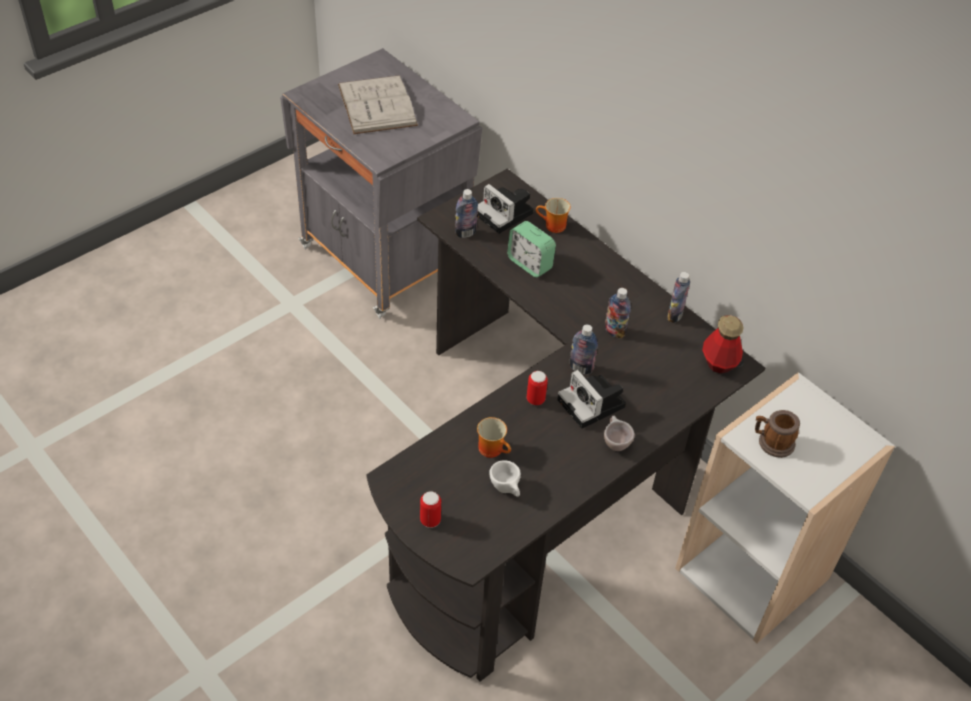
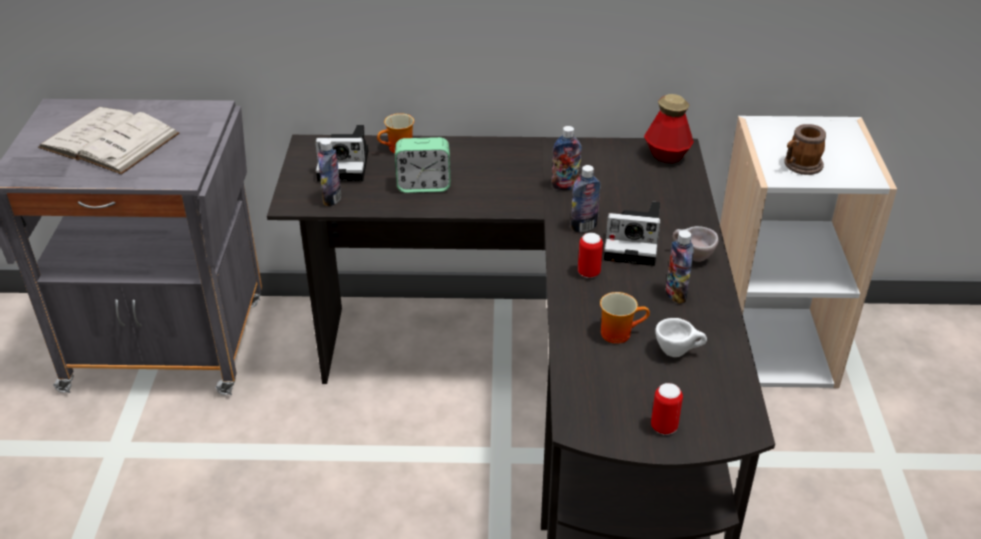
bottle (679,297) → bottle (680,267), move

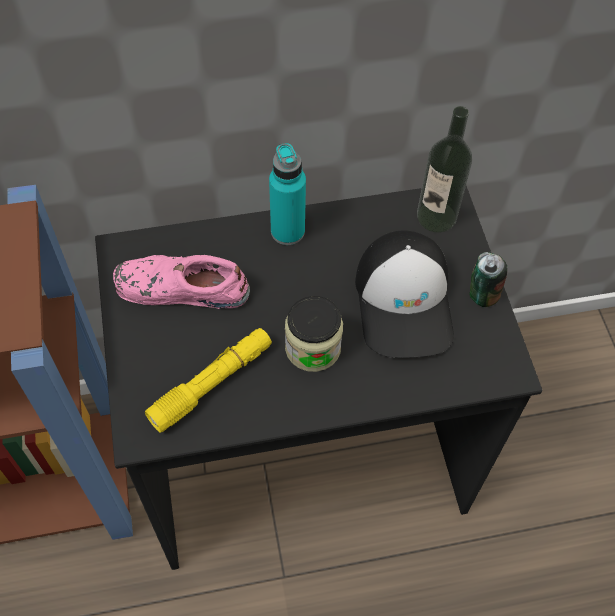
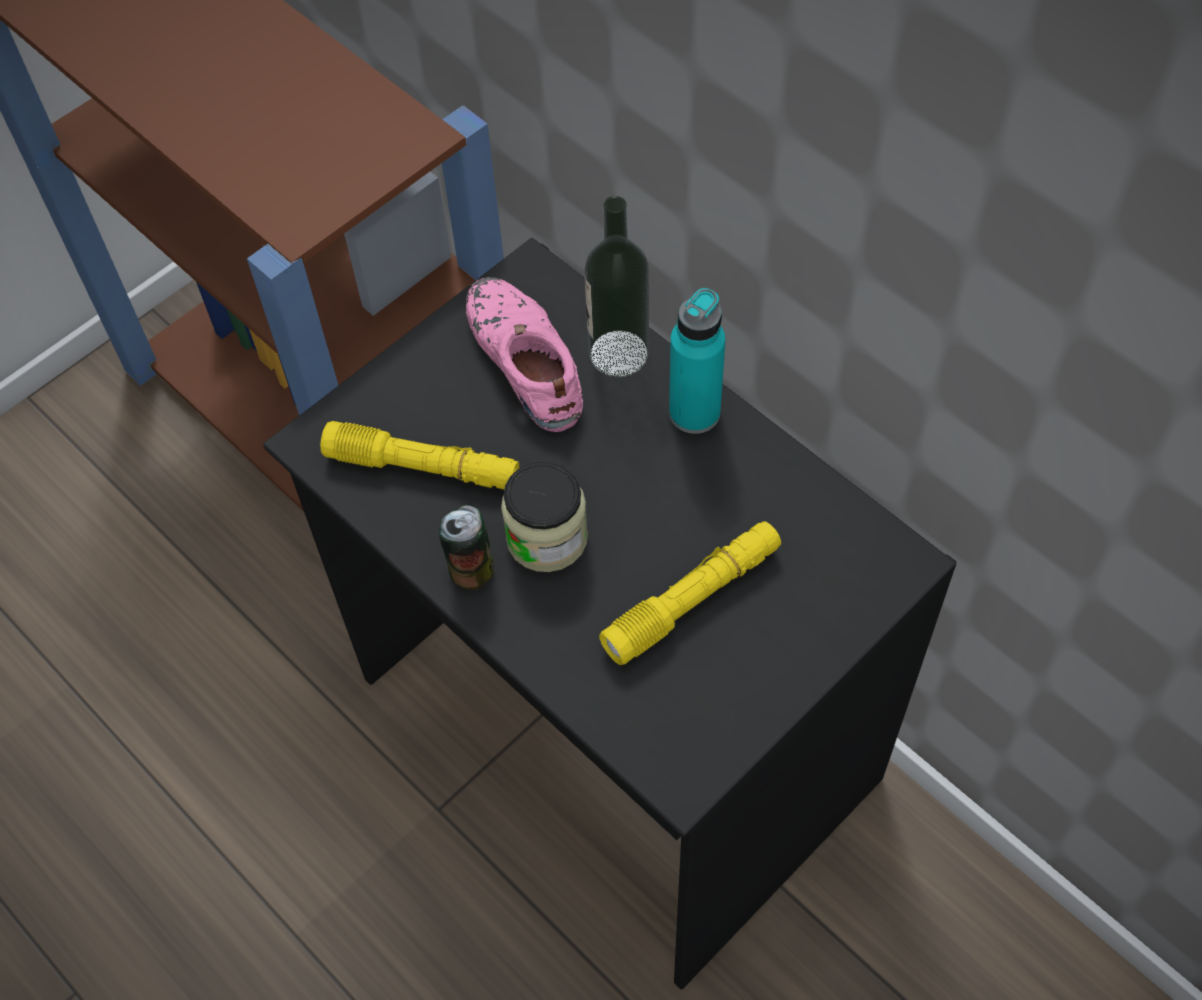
bottle (444,169) → bottle (616,286), move
sealed_can (488,279) → sealed_can (466,547), move
baseball_cap (404,294) → yellowish_flashlight (690,593)

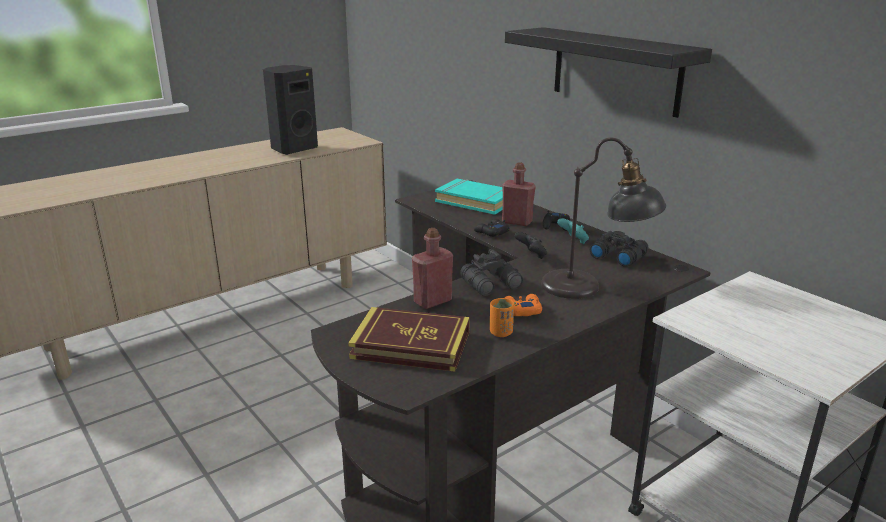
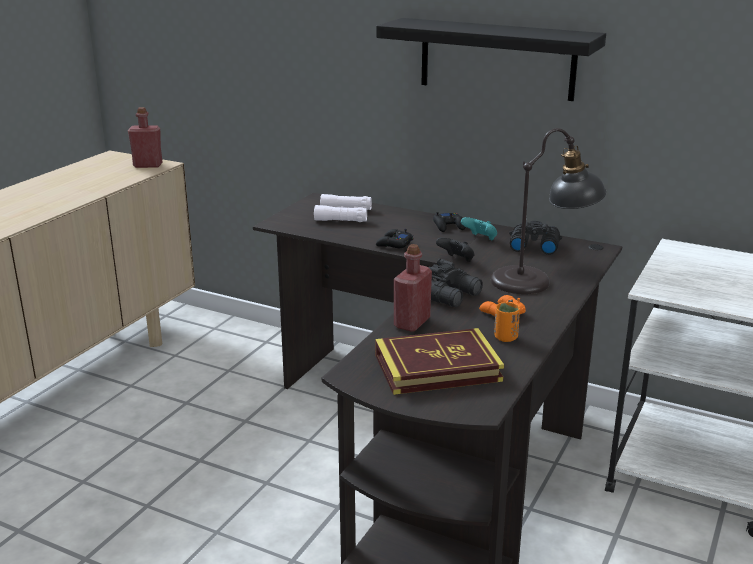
black_speaker (290,110) → -
red-coloured_bottle (519,194) → red-coloured_bottle (145,137), move
turquoise-coloured_book (469,197) → white-coloured_pair_of_binoculars (343,208)

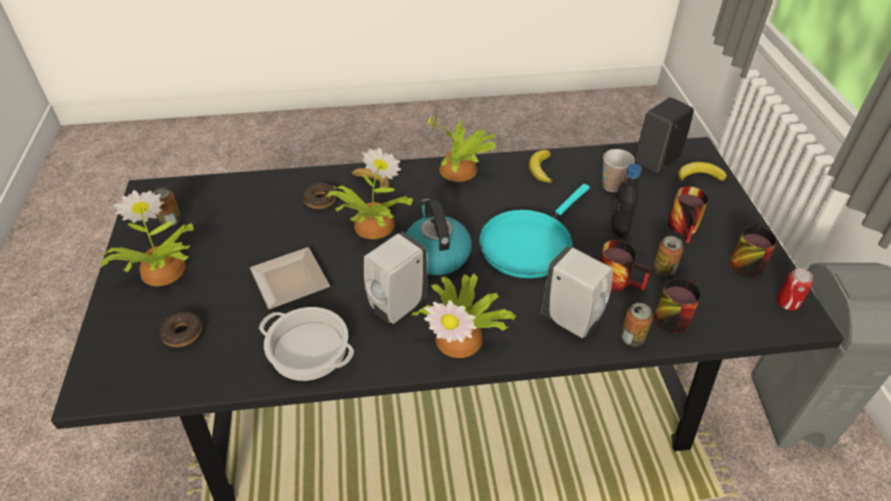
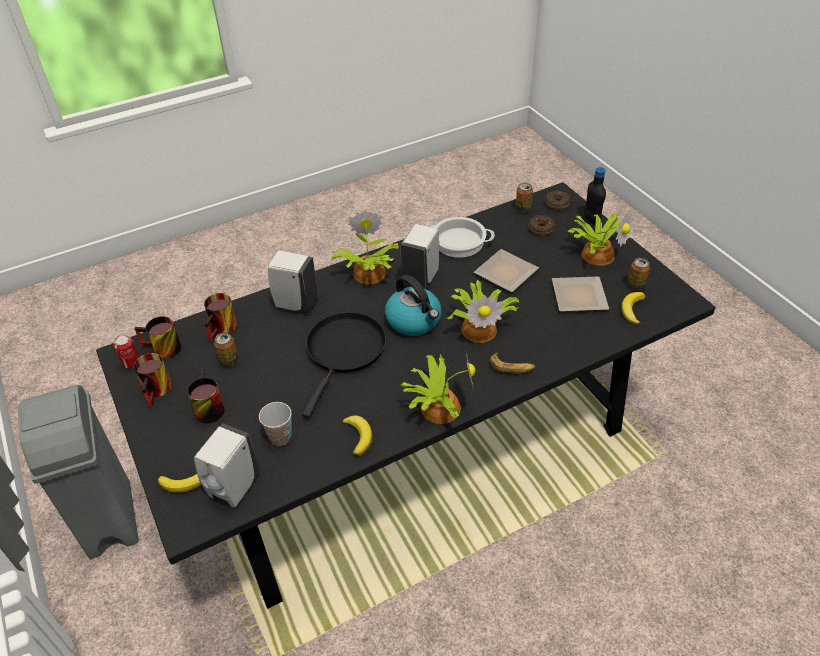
- → flat_dish (580,294)
- → whole_banana (633,308)
donut (320,196) → donut (558,200), move
coffee_mug (625,266) → coffee_mug (157,337), move
black_bottle (626,200) → black_bottle (595,195), move
sealed_can (636,325) → sealed_can (524,198), move
turquoise-coloured_pan (534,231) → black_pan (344,365)
black_liquid_soap_bottle (664,135) → white-coloured_liquid_soap_bottle (227,465)

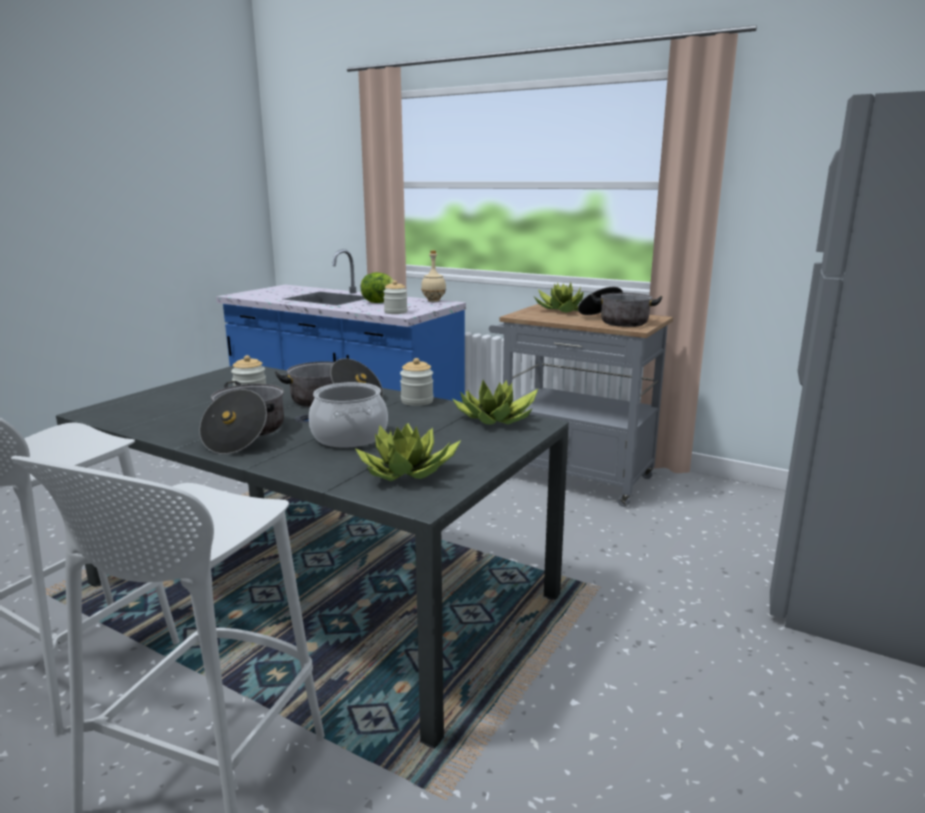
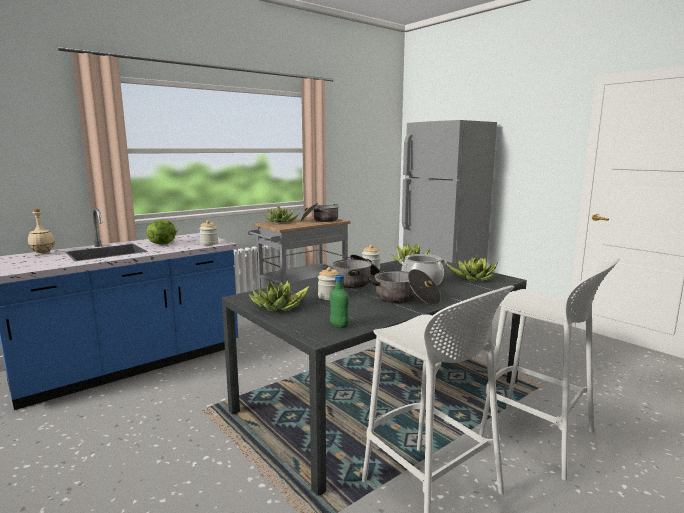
- → potted_plant (279,296)
- → green-coloured_bottle (339,301)
beige_bottle (433,276) → beige_bottle (41,231), move

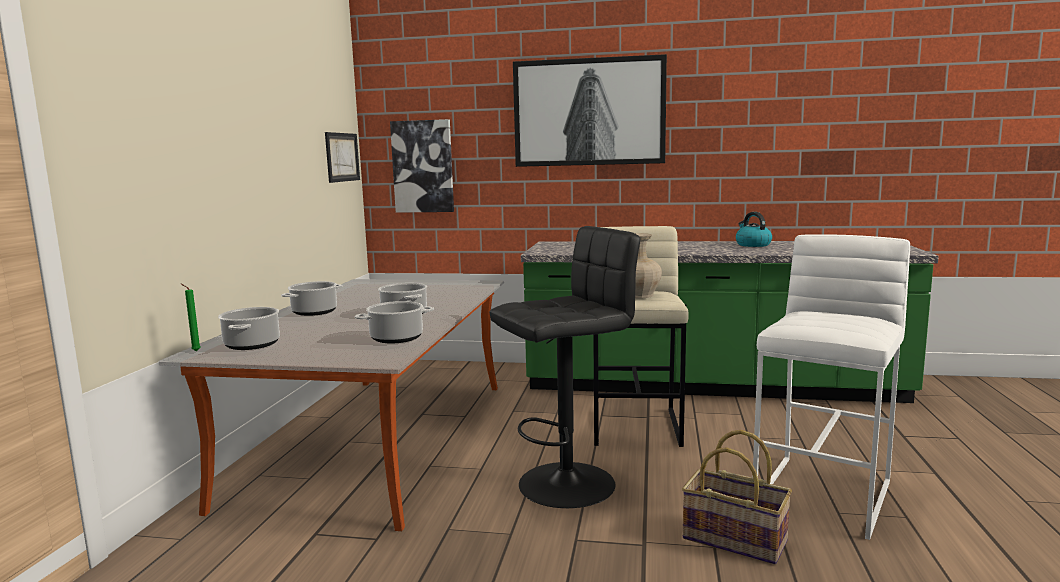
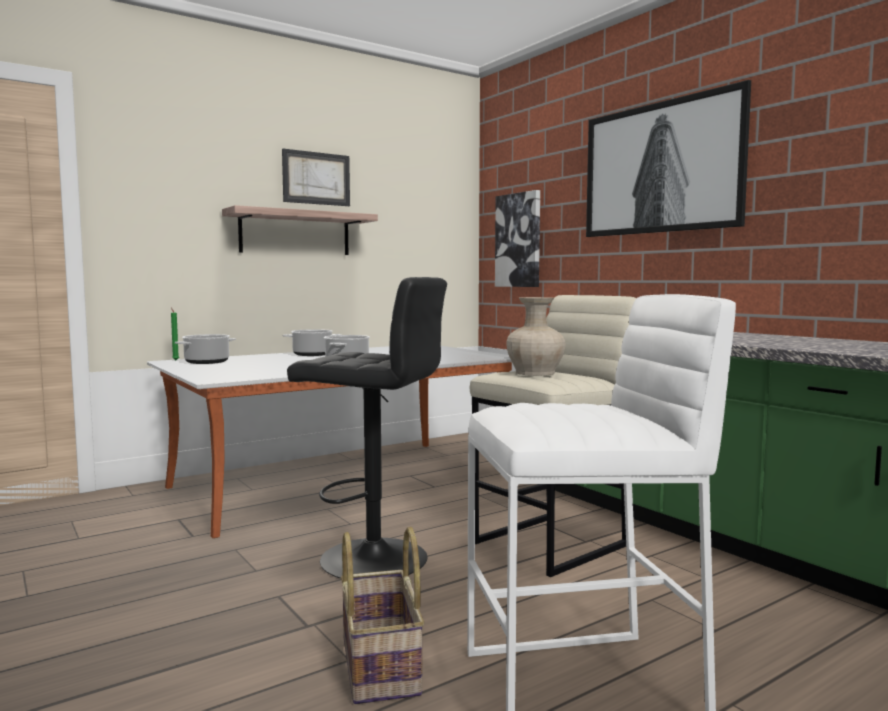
stockpot (394,322) → -
kettle (754,229) → -
- → wall_shelf (300,230)
picture (342,157) → picture (316,177), move

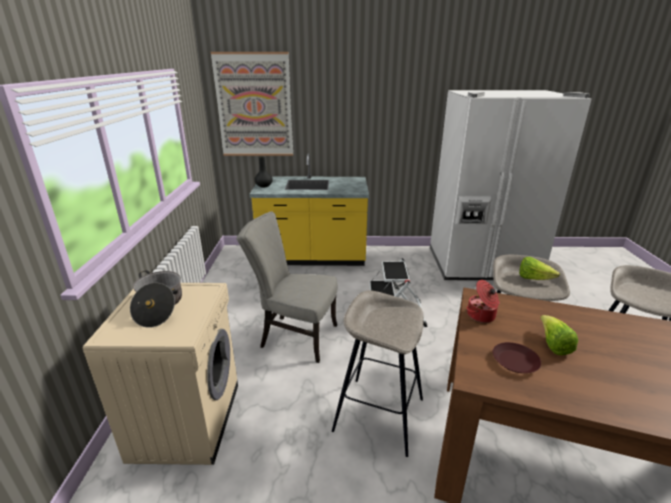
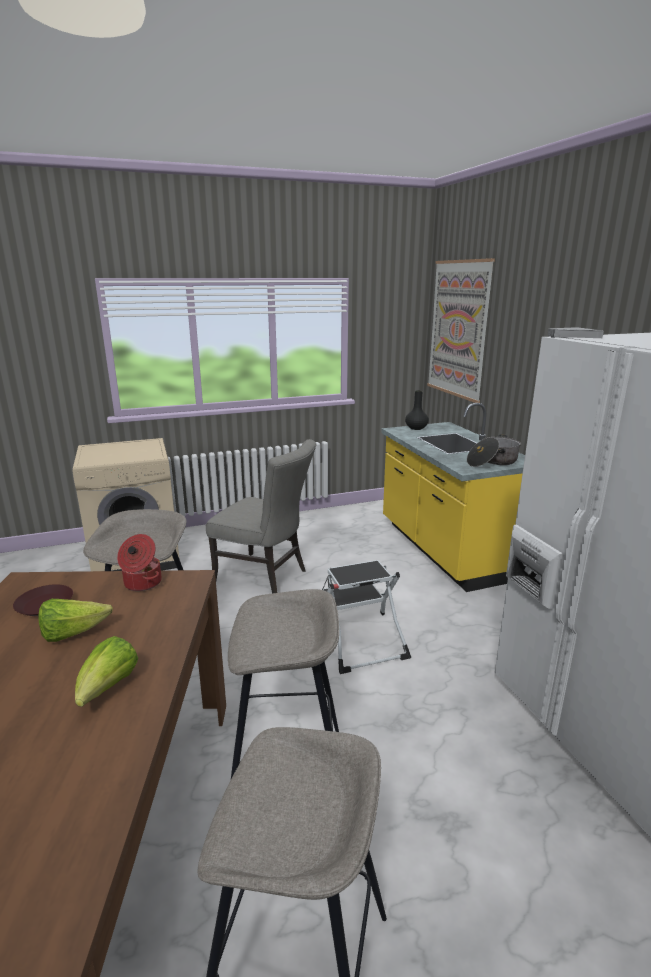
stockpot (156,299) → stockpot (494,450), move
lettuce (539,268) → lettuce (106,671), move
grey_upright_chair (287,287) → grey_upright_chair (261,516), 120 degrees clockwise

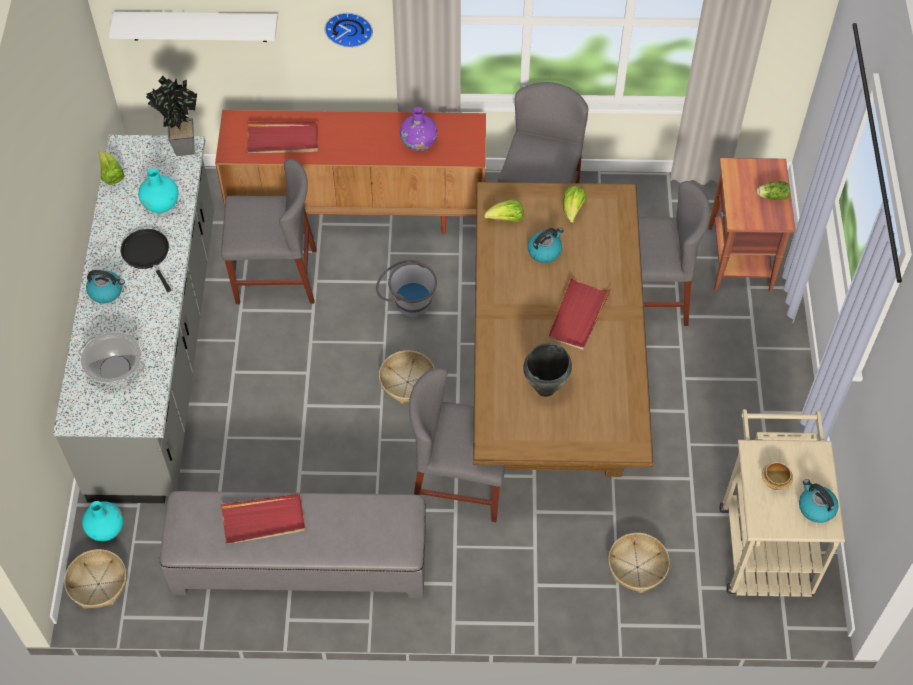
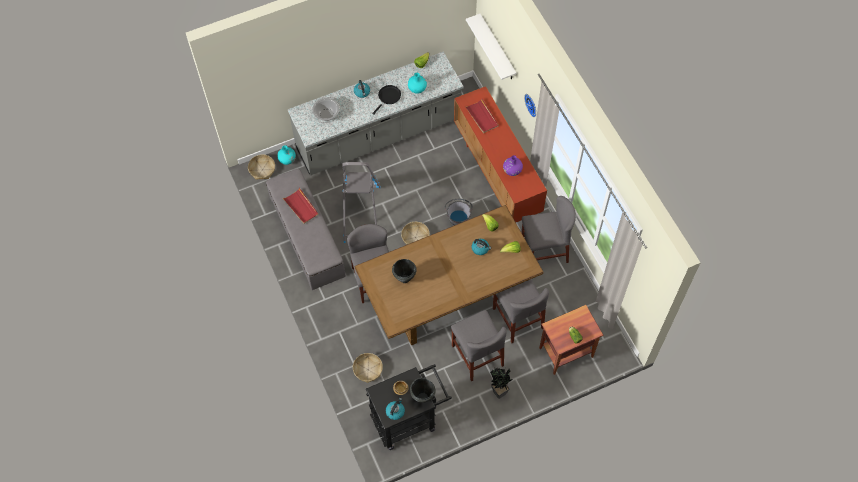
red-coloured_carrying_tray (580,313) → -
- → grey_stepladder (361,202)
- → black_stockpot (423,390)
potted_plant (171,116) → potted_plant (501,383), move
grey_upright_chair (269,231) → grey_upright_chair (479,346), move
beige_cart (782,503) → black_cart (409,407)

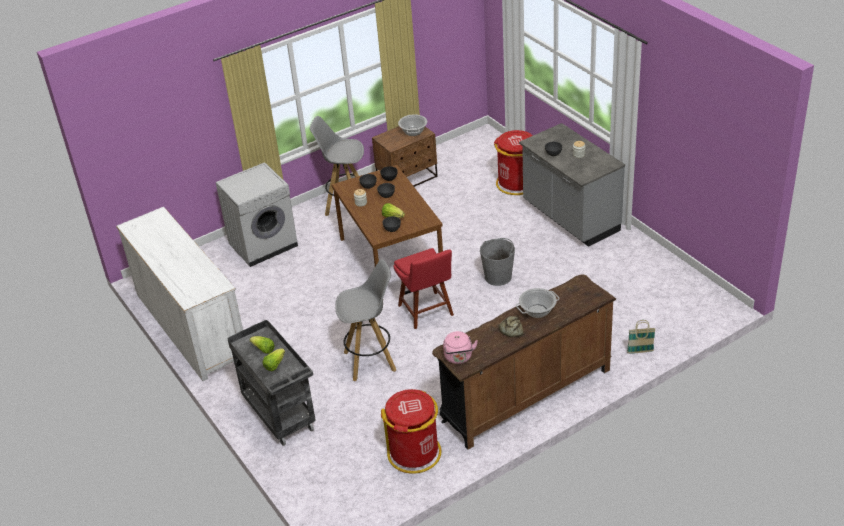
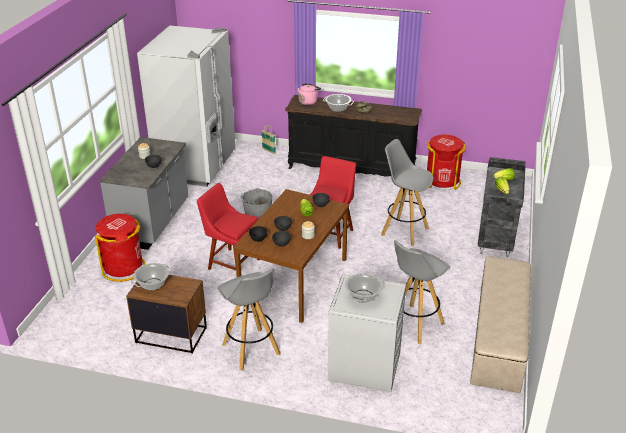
- → white-coloured_kitchen_fridge (186,106)
- → red-coloured_upright_chair (228,226)
- → stockpot (364,288)
- → grey_sitting_stool (422,292)
pinkish_kettle (460,347) → pinkish_kettle (309,94), move
white-coloured_drawer_chest (179,294) → beige_bench (500,324)

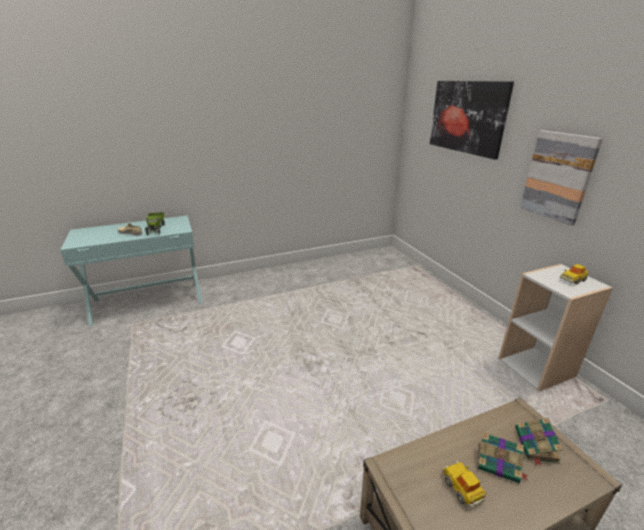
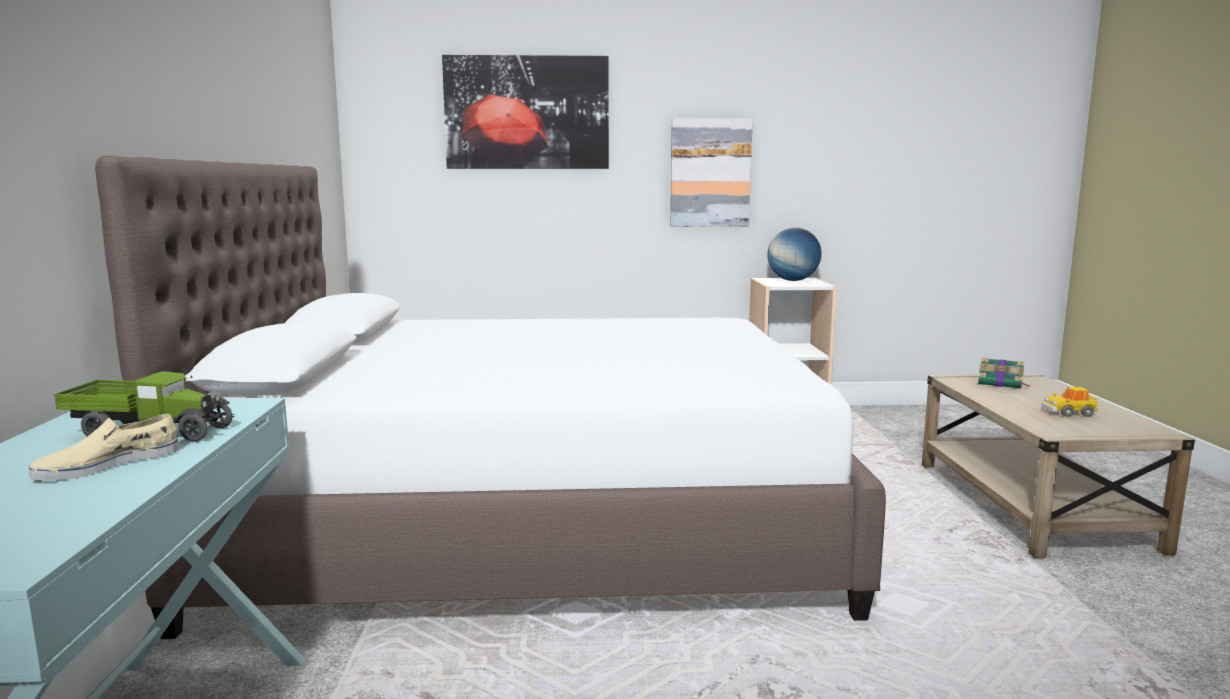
book (503,457) → -
- → white-coloured_sleeping_bed (490,397)
model_car (574,274) → globe (794,254)

